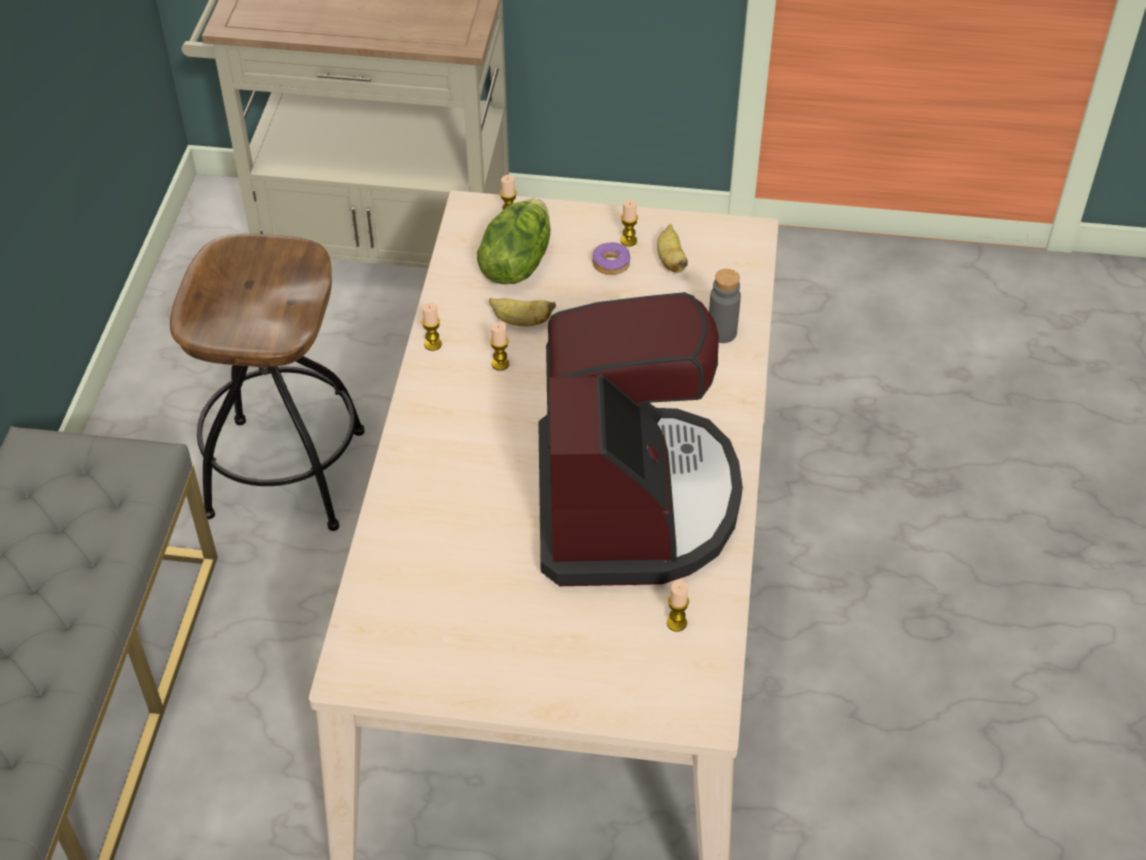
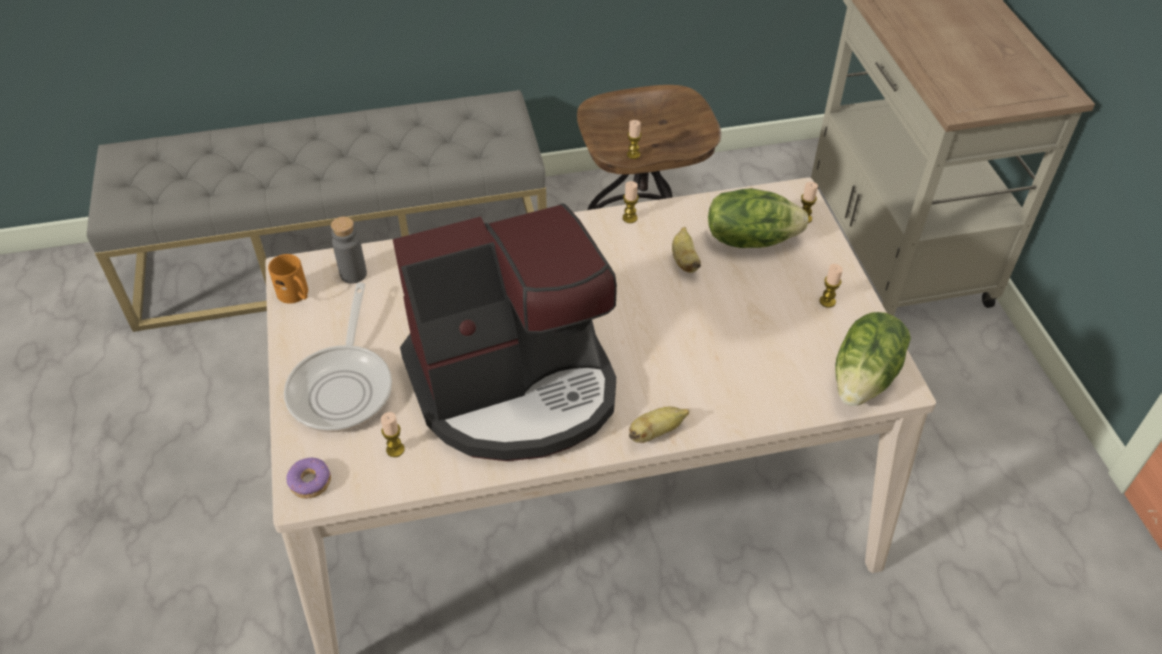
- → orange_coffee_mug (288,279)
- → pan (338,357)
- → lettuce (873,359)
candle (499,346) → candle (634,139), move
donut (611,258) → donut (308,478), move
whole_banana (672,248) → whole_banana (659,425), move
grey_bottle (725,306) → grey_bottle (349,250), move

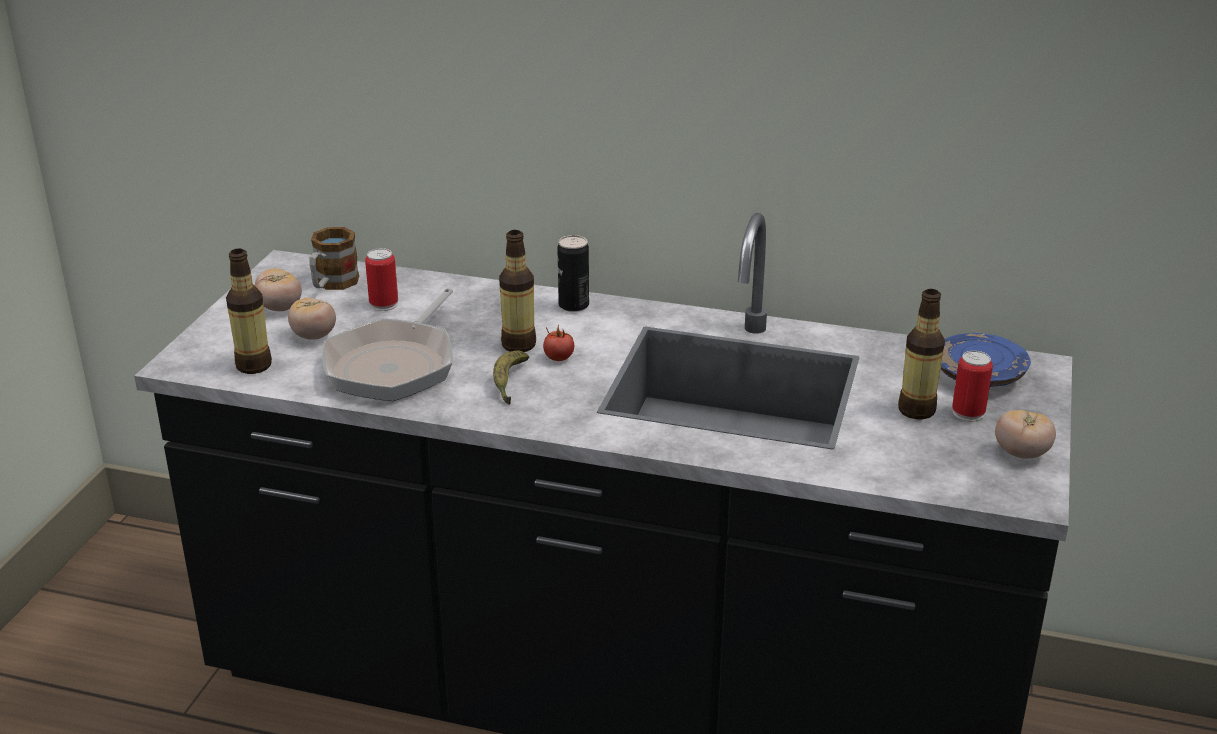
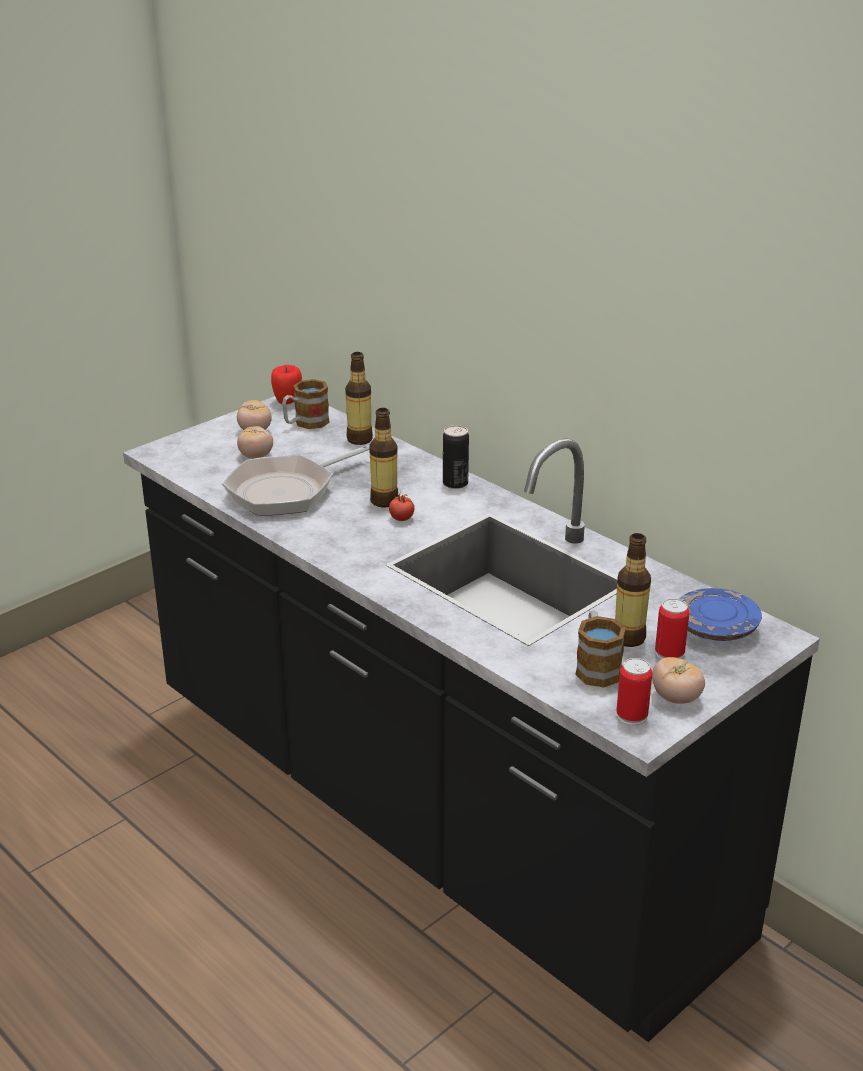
whole_banana (511,378) → -
- → whole_apple (286,384)
- → coffee_mug (600,649)
bottle (249,311) → bottle (359,398), move
sealed_can (381,279) → sealed_can (634,691), move

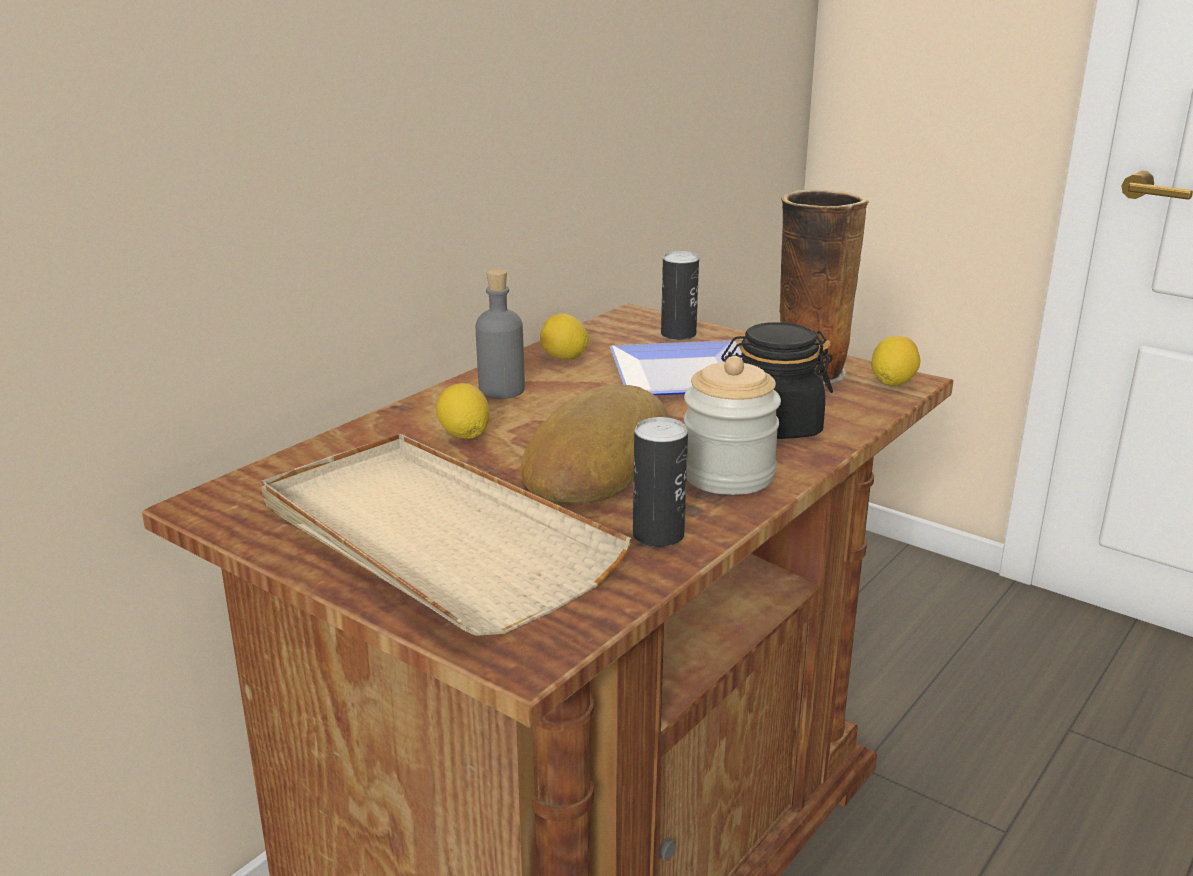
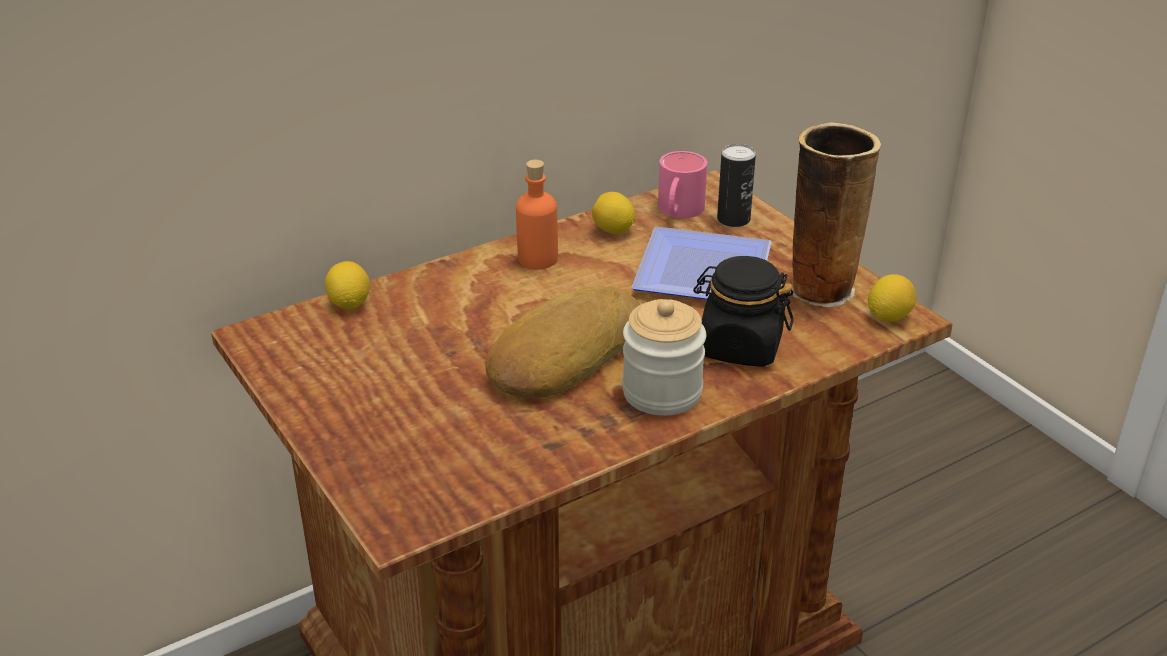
beige_carrying_tray (446,534) → -
sealed_can (660,482) → -
- → pinkish_coffee_mug (682,184)
whole_lemon (463,411) → whole_lemon (347,285), move
grey_bottle (500,334) → orange_bottle (537,215)

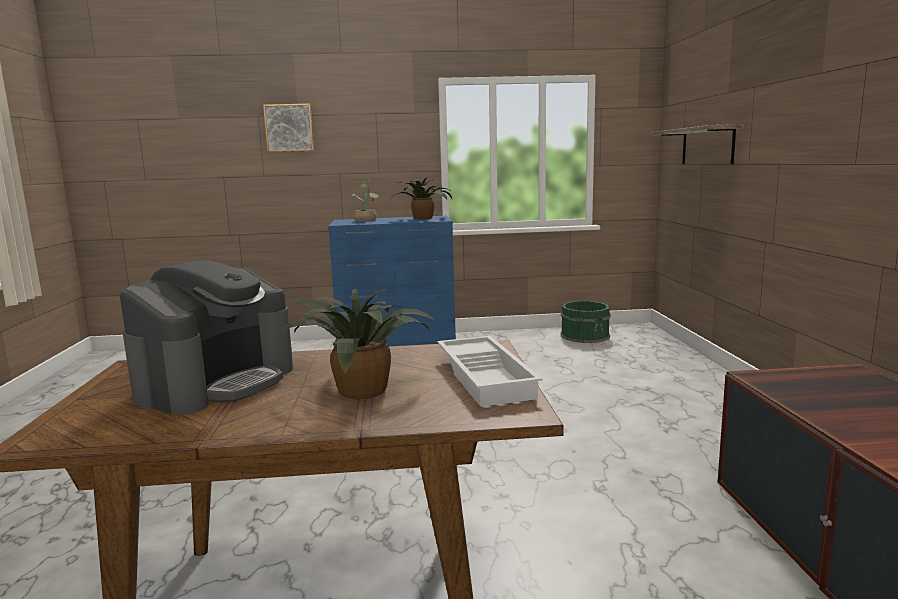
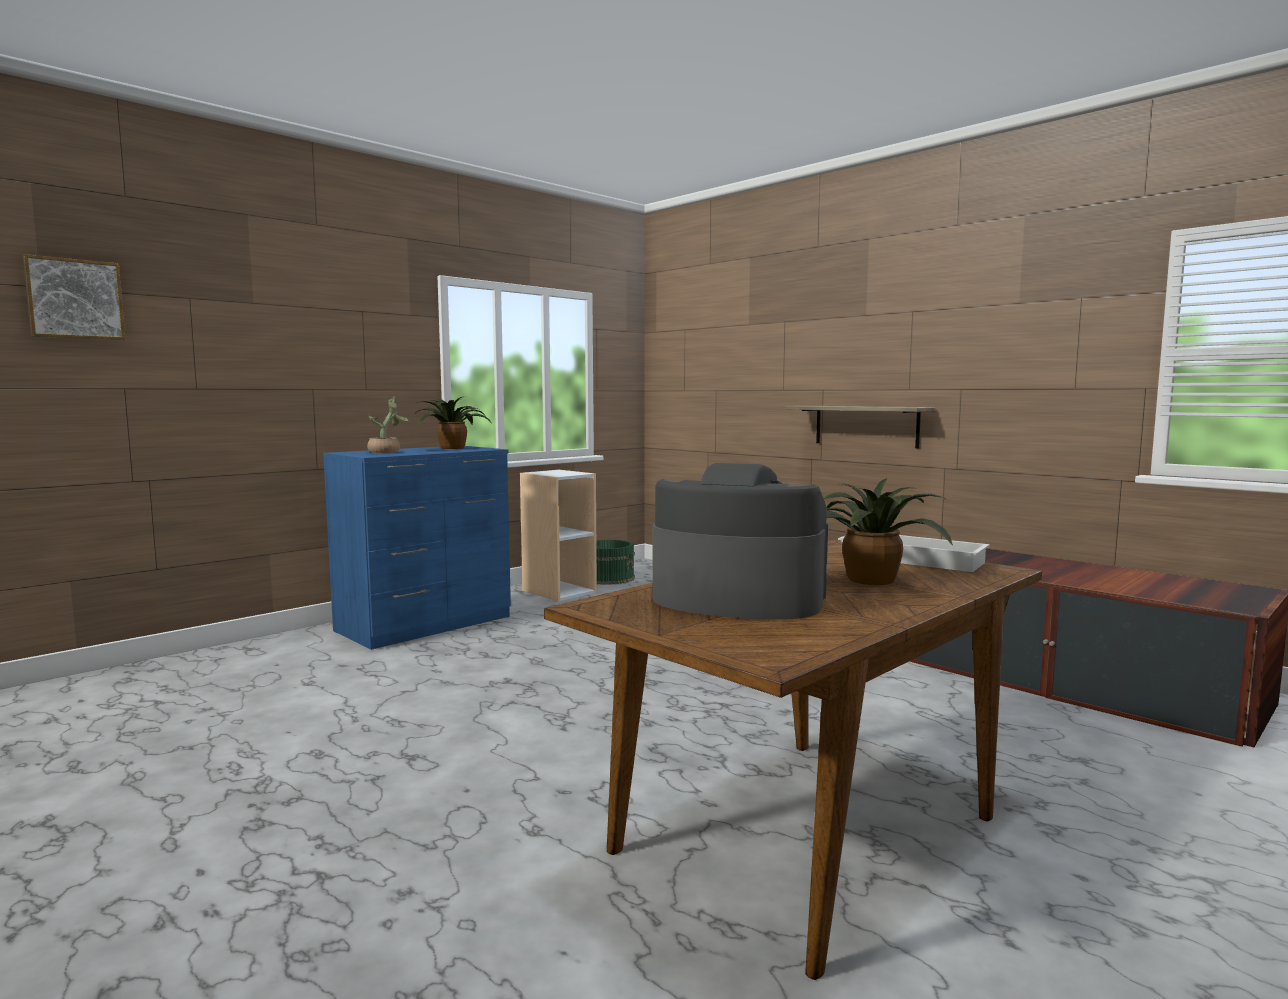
- → bookcase (558,536)
picture (288,127) → picture (74,297), move
wall_shelf (697,144) → wall_shelf (861,427), move
coffee_machine (206,337) → coffee_machine (740,541), 60 degrees counterclockwise

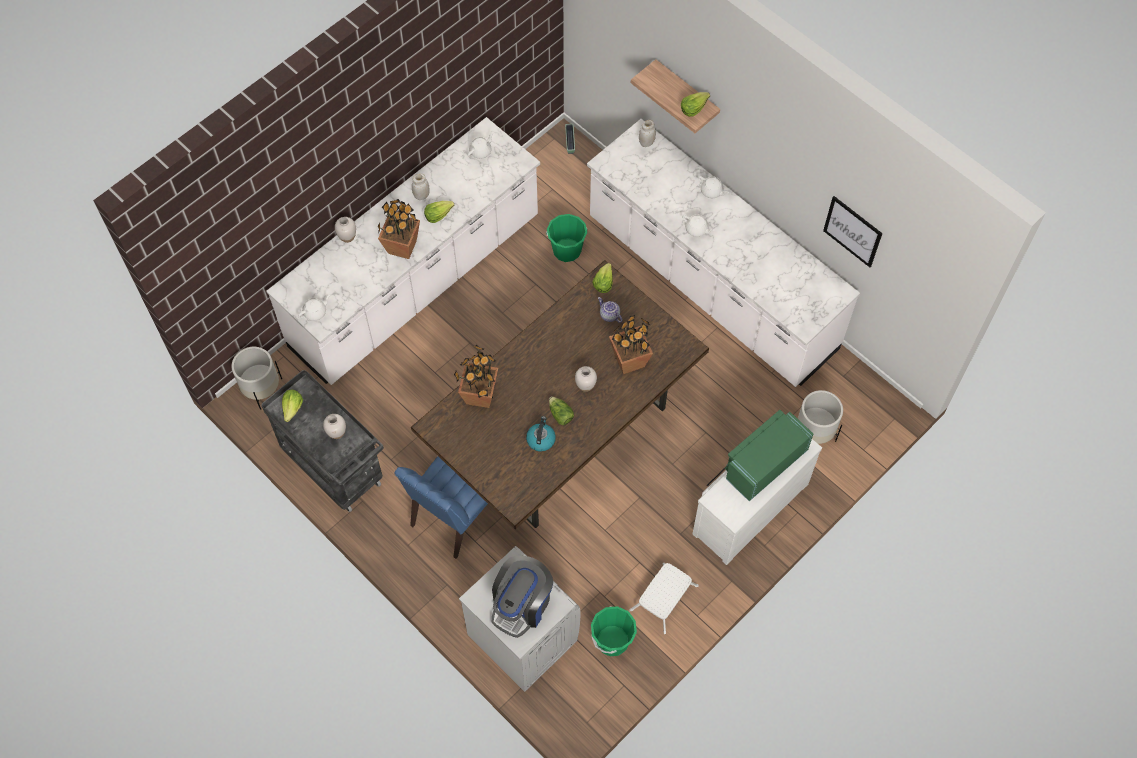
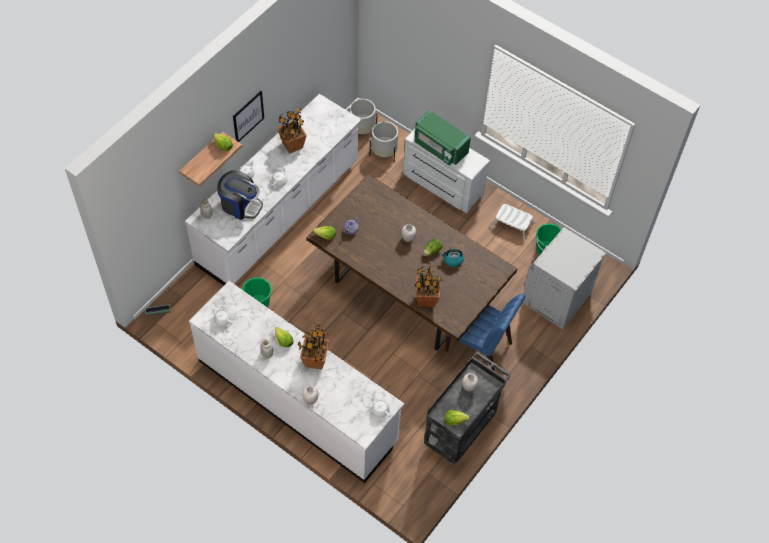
white-coloured_flower_pot (257,378) → white-coloured_flower_pot (363,116), move
coffee_machine (522,597) → coffee_machine (240,195), move
potted_plant (631,344) → potted_plant (292,130), move
picture (853,231) → picture (248,116), move

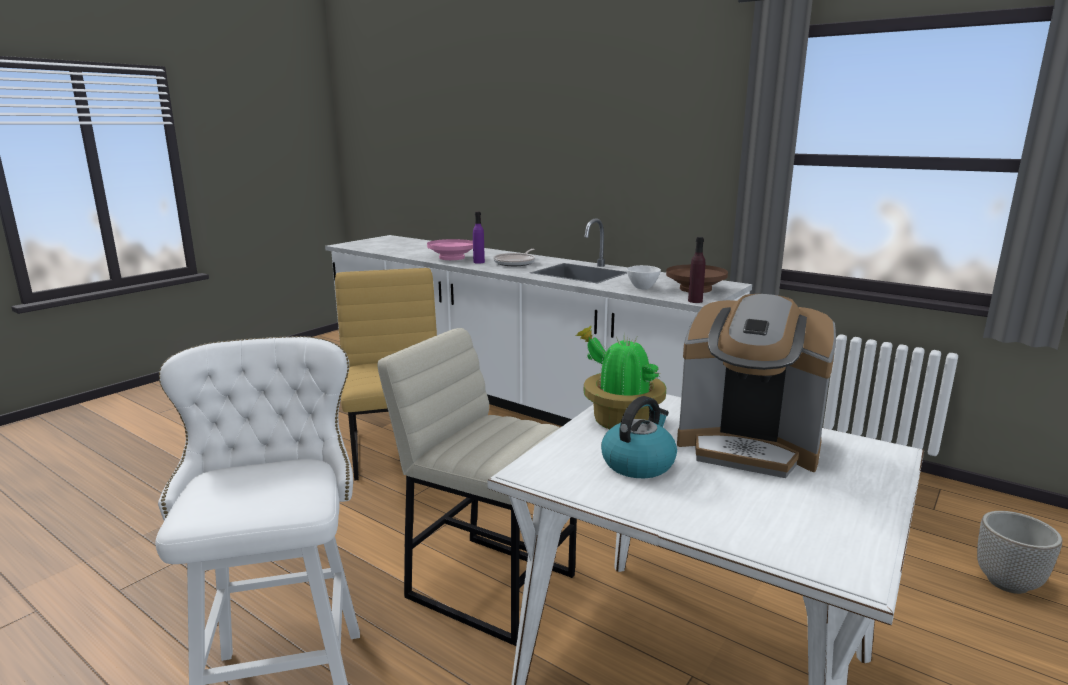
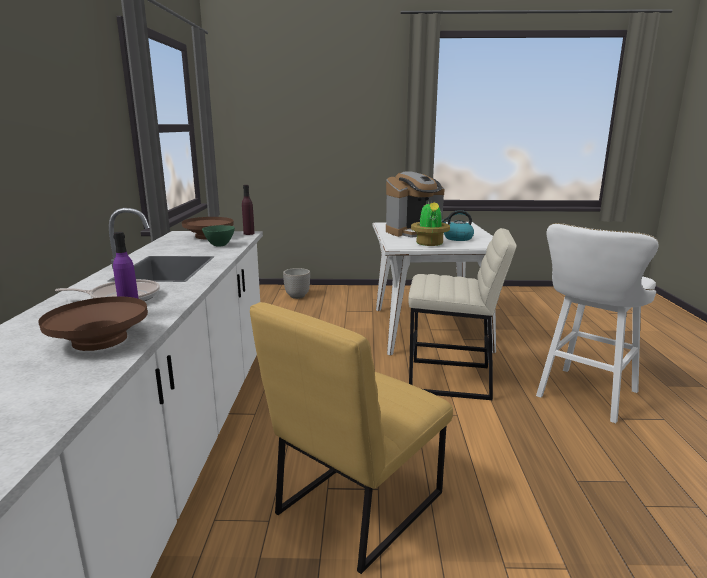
pinkish_deep_dish (450,249) → brown_deep_dish (93,323)
white-coloured_deep_dish (643,277) → green-coloured_deep_dish (218,235)
beige_upright_chair (477,487) → beige_upright_chair (462,314), 75 degrees counterclockwise
coffee_machine (756,386) → coffee_machine (415,204), 75 degrees clockwise

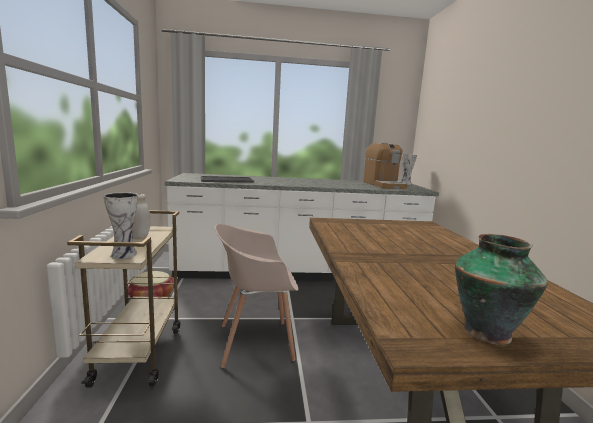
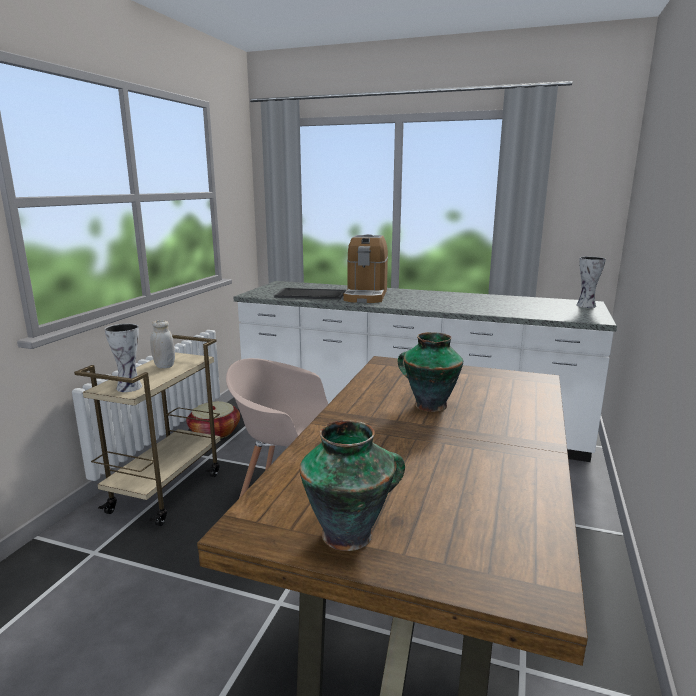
- → vase (430,372)
coffee_machine (385,166) → coffee_machine (366,268), move

